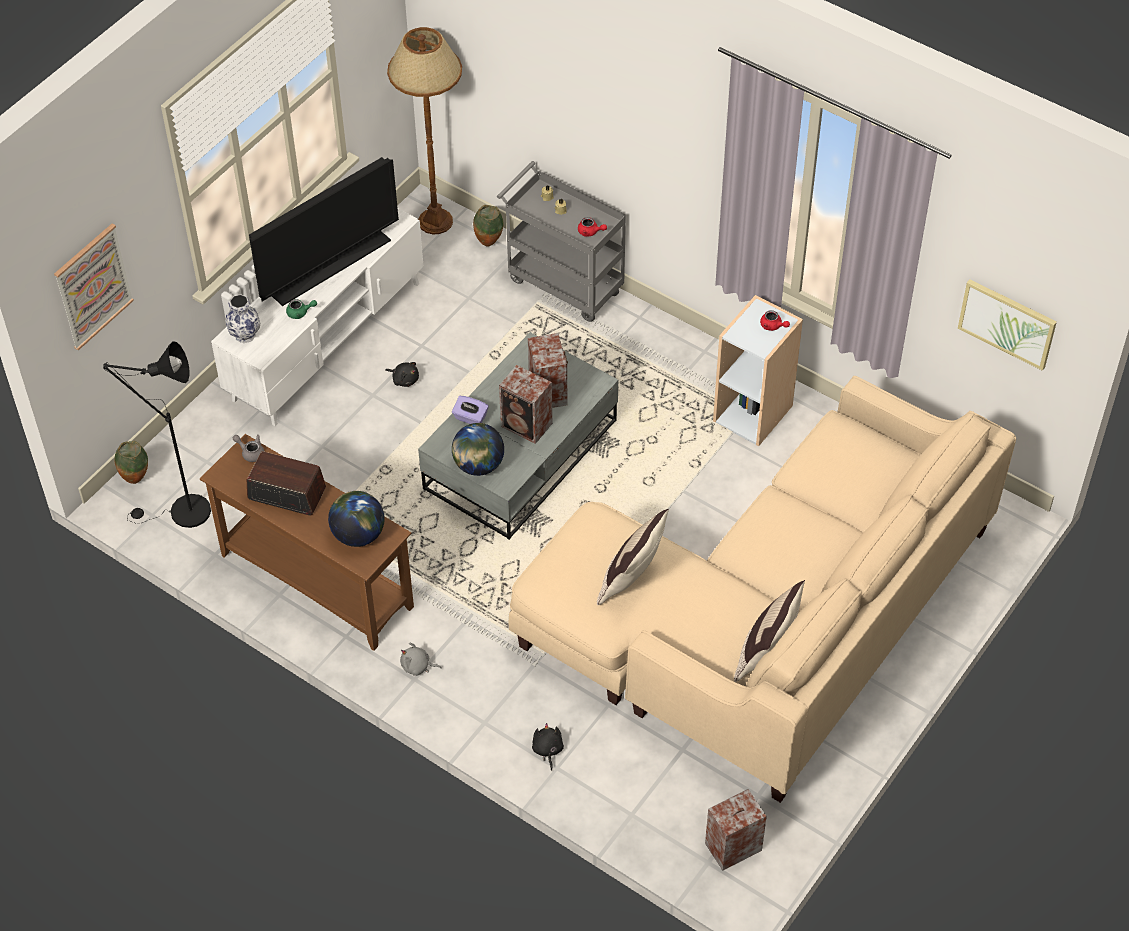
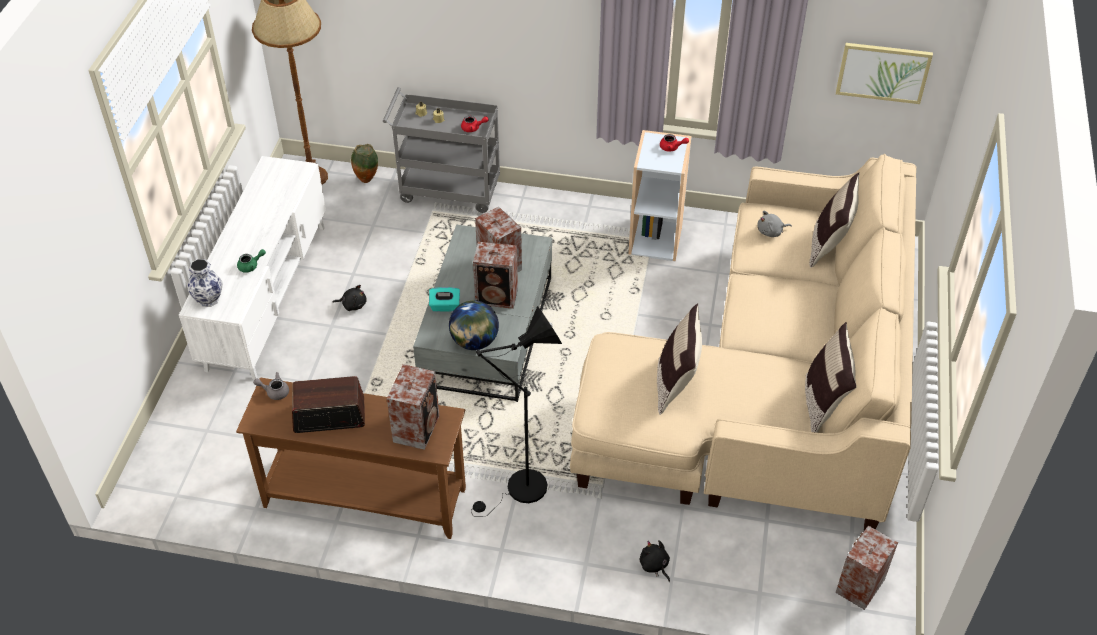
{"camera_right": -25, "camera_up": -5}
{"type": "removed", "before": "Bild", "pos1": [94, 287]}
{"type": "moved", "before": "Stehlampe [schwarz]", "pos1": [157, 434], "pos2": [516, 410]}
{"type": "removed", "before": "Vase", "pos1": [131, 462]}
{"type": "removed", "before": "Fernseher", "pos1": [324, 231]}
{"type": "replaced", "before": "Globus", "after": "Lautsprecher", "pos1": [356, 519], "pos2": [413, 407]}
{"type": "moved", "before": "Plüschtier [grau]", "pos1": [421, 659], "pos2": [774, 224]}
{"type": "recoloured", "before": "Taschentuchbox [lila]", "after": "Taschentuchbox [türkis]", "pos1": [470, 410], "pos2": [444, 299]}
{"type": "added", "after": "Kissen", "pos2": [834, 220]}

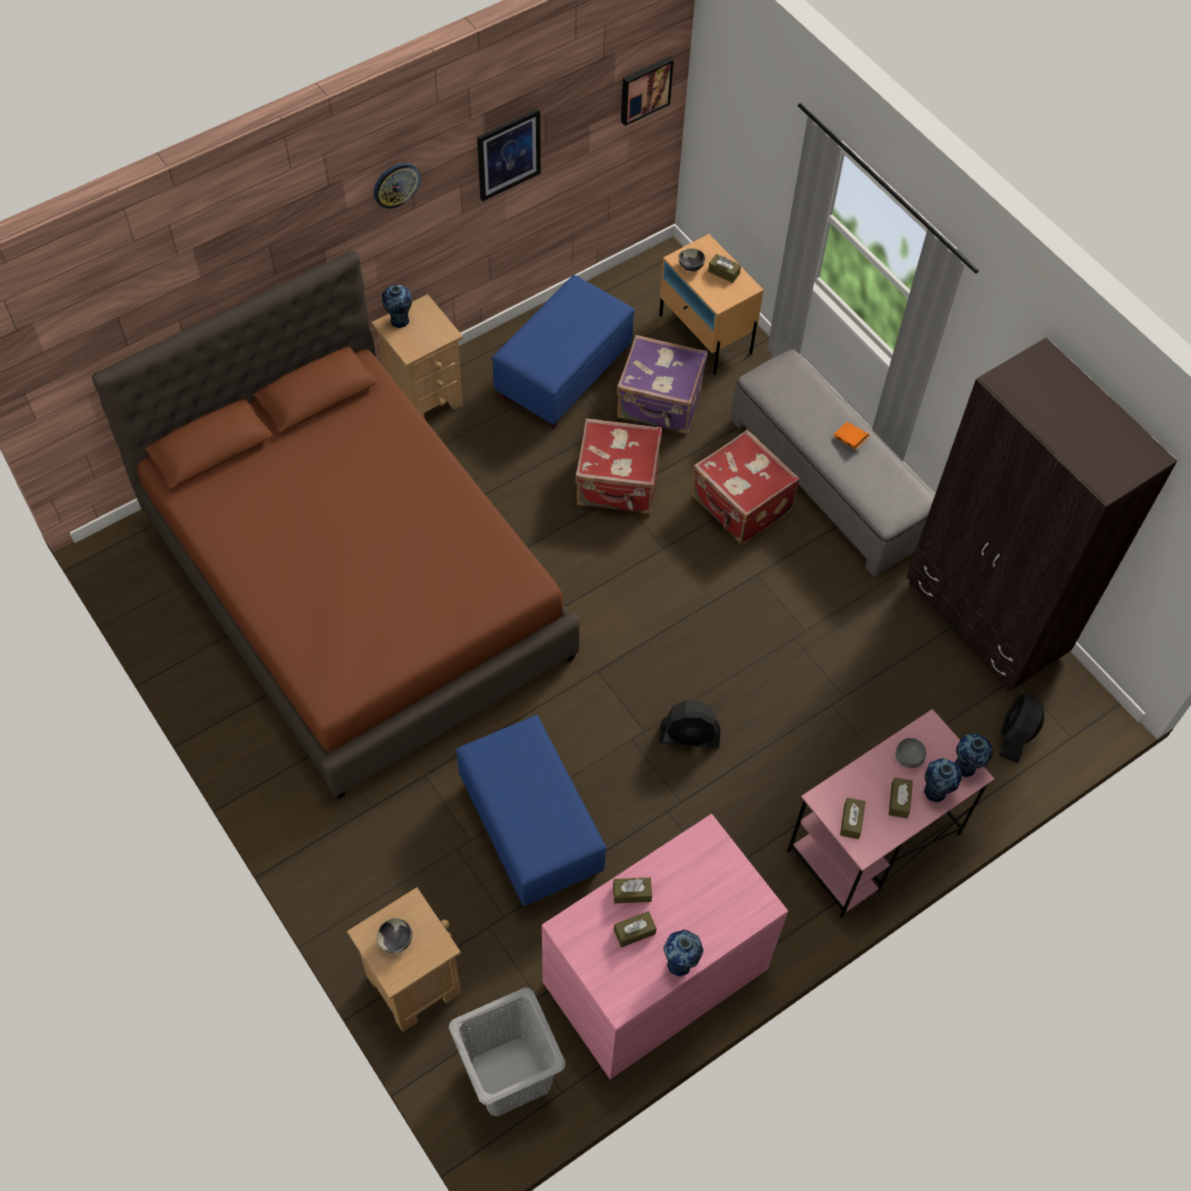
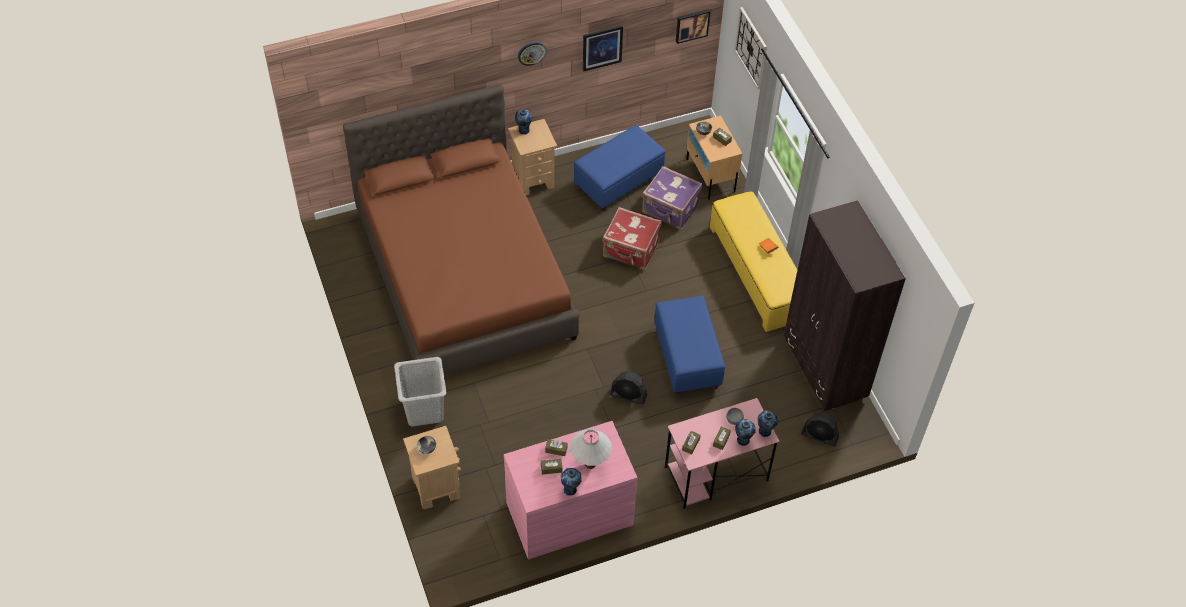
{"camera_right": 15, "camera_up": -5}
{"type": "moved", "before": "Wäschekorb [grau]", "pos1": [507, 1052], "pos2": [420, 392]}
{"type": "moved", "before": "Polsterhocker [blau]", "pos1": [531, 810], "pos2": [690, 345]}
{"type": "removed", "before": "Koffer [rot]", "pos1": [745, 487]}
{"type": "recoloured", "before": "Bank [grau]", "after": "Bank [gelb]", "pos1": [832, 463], "pos2": [753, 262]}
{"type": "turned", "before": "Ventilator [schwarz]", "pos1": [1021, 728], "pos2": [820, 429], "turn": -105}
{"type": "added", "after": "Tischlampe [weiß]", "pos2": [591, 449]}
{"type": "added", "after": "Wanduhr", "pos2": [750, 48]}

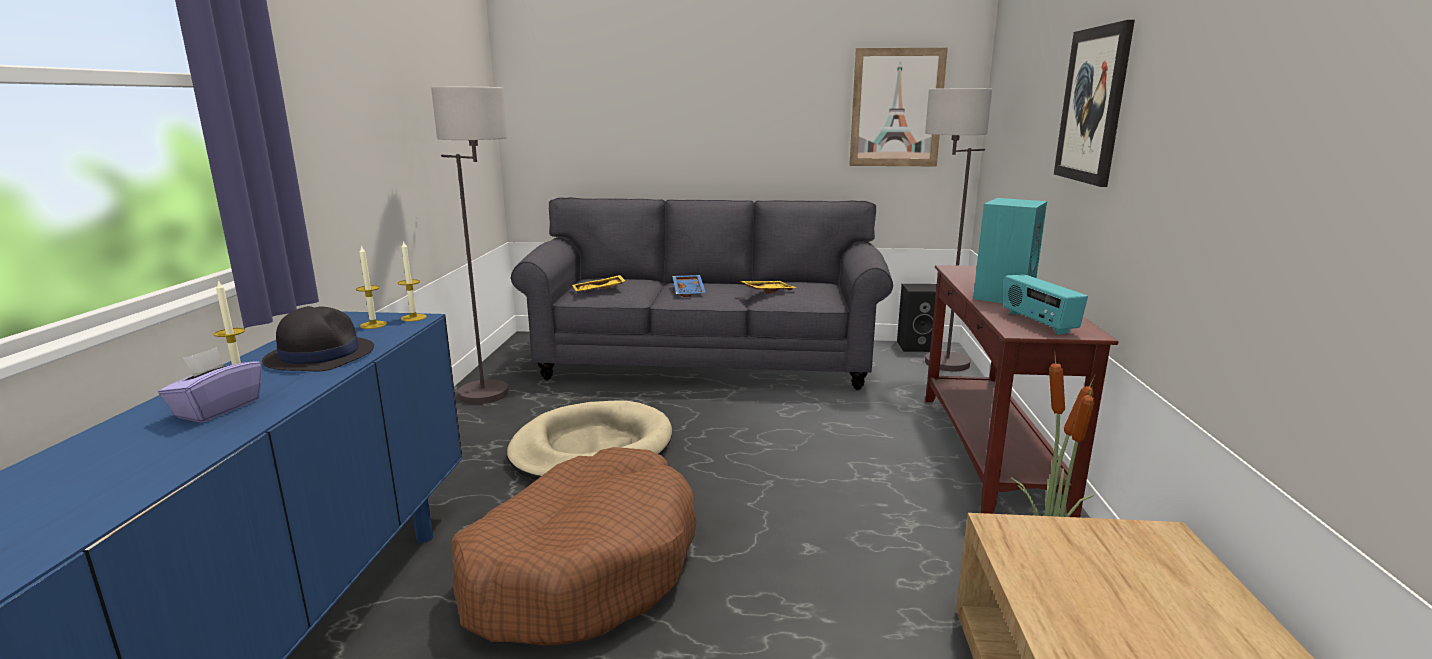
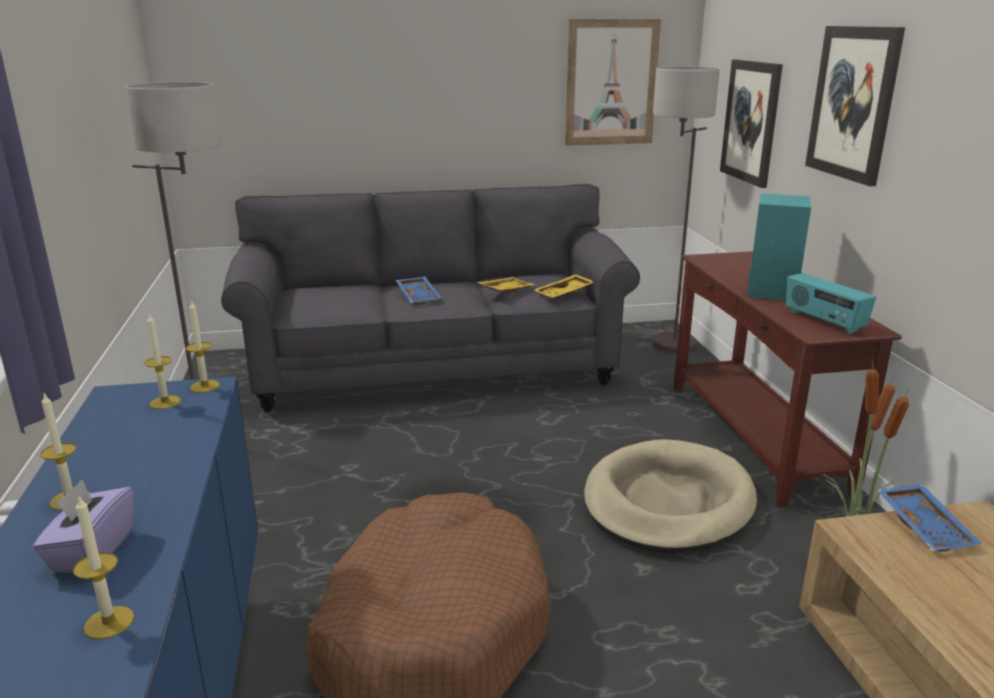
{"camera_right": -15, "camera_up": 5}
{"type": "removed", "before": "Hut [schwarz]", "pos1": [318, 338]}
{"type": "moved", "before": "Hundebett [beige]", "pos1": [589, 440], "pos2": [670, 496]}
{"type": "moved", "before": "Tablett [gelb]", "pos1": [598, 283], "pos2": [564, 286]}
{"type": "removed", "before": "Lautsprecher [schwarz]", "pos1": [917, 318]}
{"type": "added", "after": "Kerze", "pos2": [103, 567]}
{"type": "added", "after": "Bild", "pos2": [751, 124]}
{"type": "added", "after": "Tablett [blau]", "pos2": [930, 518]}

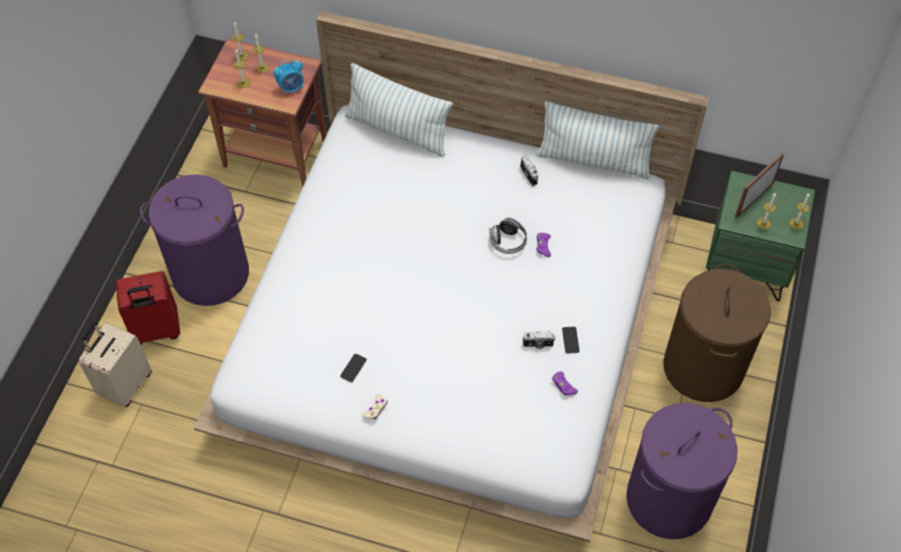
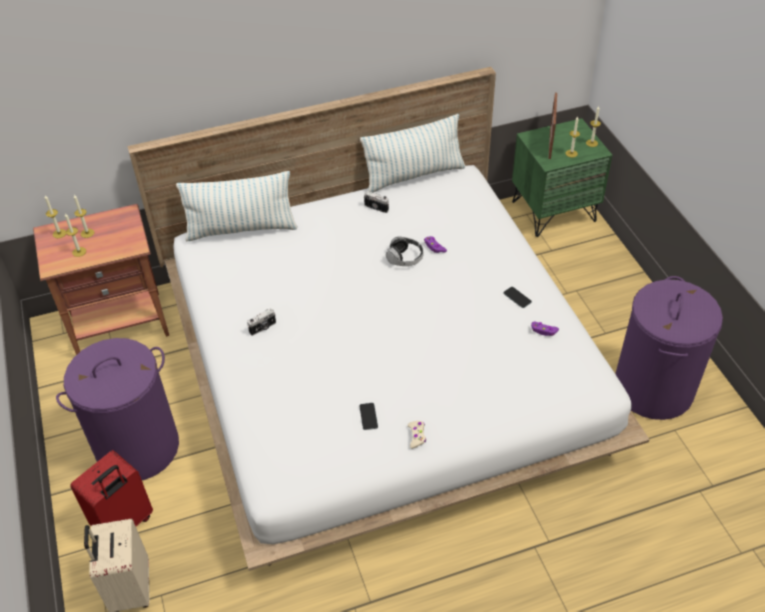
{"camera_right": -35, "camera_up": -10}
{"type": "removed", "before": "Wecker", "pos1": [288, 77]}
{"type": "moved", "before": "Kamera", "pos1": [538, 340], "pos2": [261, 322]}
{"type": "removed", "before": "Wäschekorb [braun]", "pos1": [717, 332]}

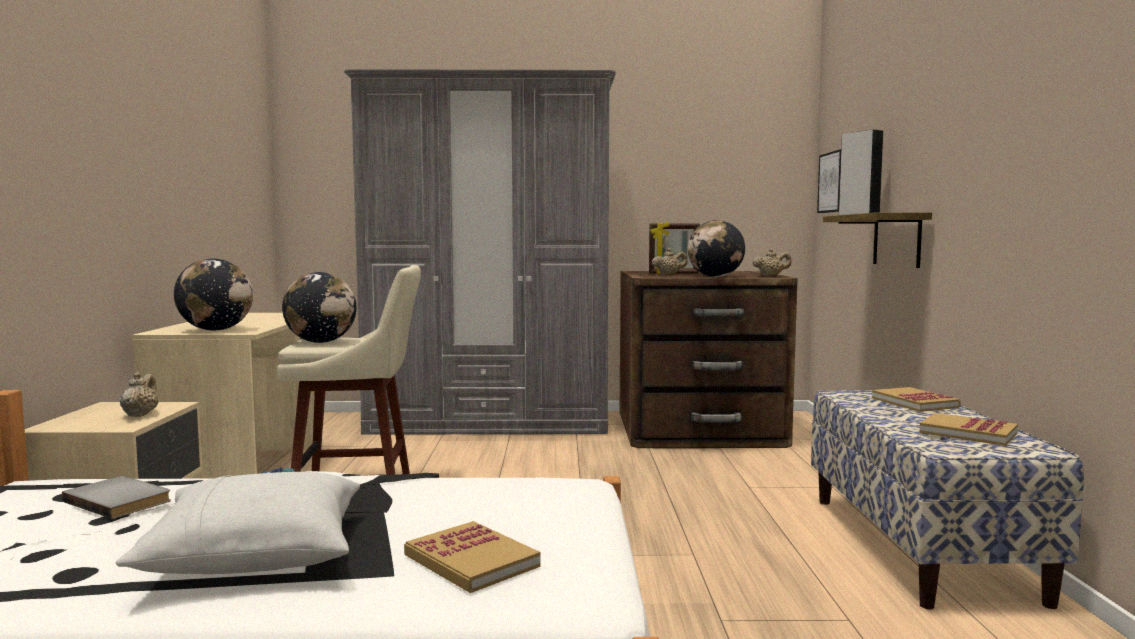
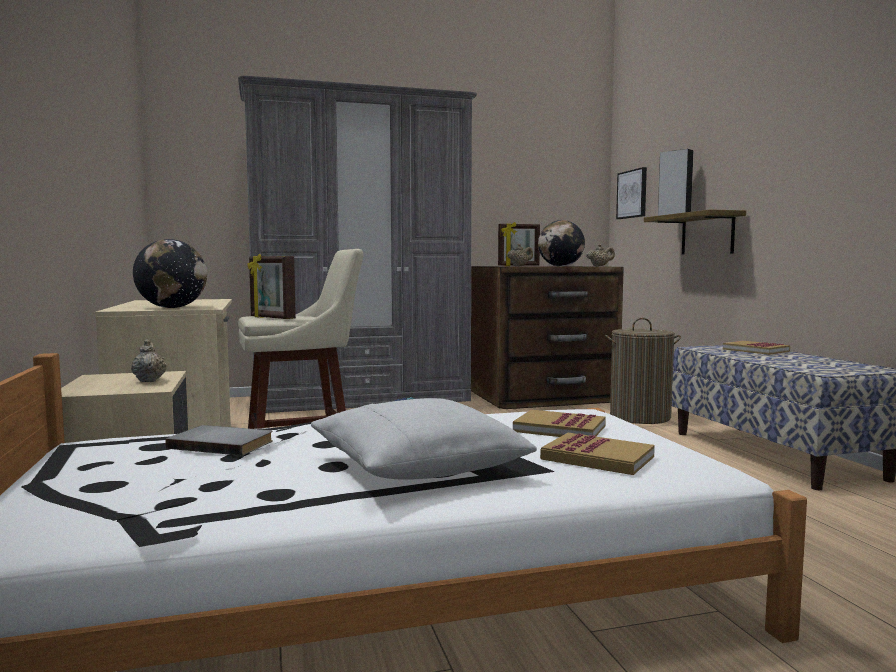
{"camera_right": -15, "camera_up": 0}
{"type": "replaced", "before": "Globus", "after": "Bilderrahmen", "pos1": [319, 307], "pos2": [271, 286]}
{"type": "moved", "before": "Buch", "pos1": [969, 429], "pos2": [559, 423]}
{"type": "added", "after": "Wäschekorb", "pos2": [643, 371]}

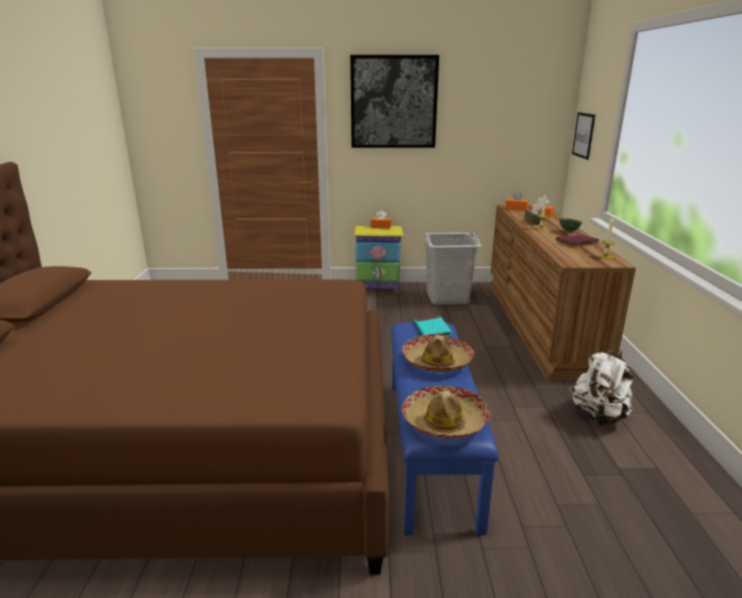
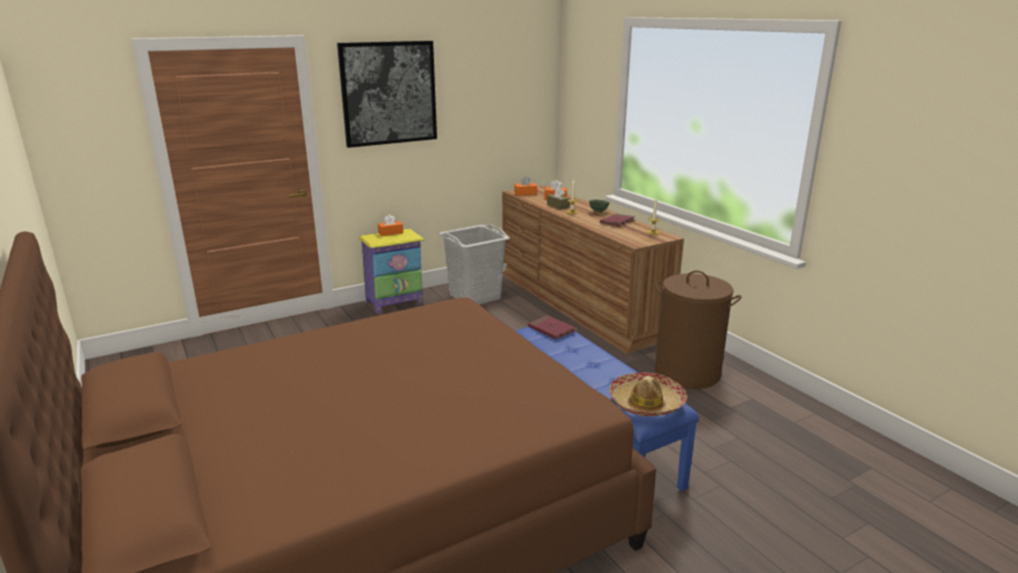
{"camera_right": -30, "camera_up": 0}
{"type": "removed", "before": "Hut", "pos1": [438, 353]}
{"type": "recoloured", "before": "Buch [türkis]", "after": "Buch [rot]", "pos1": [433, 325], "pos2": [551, 327]}
{"type": "removed", "before": "Bild", "pos1": [583, 136]}
{"type": "replaced", "before": "Rucksack [weiß]", "after": "Wäschekorb [braun]", "pos1": [602, 387], "pos2": [698, 330]}

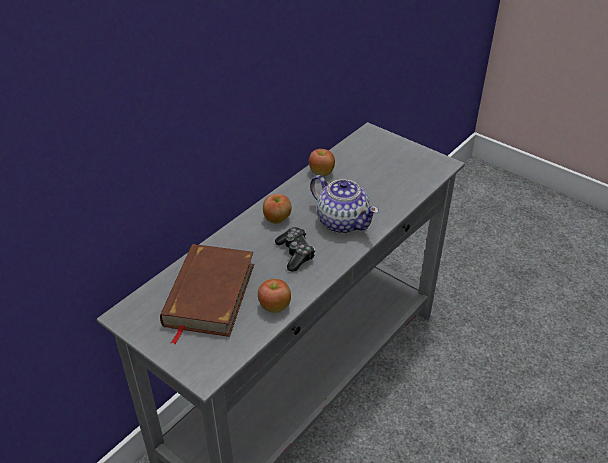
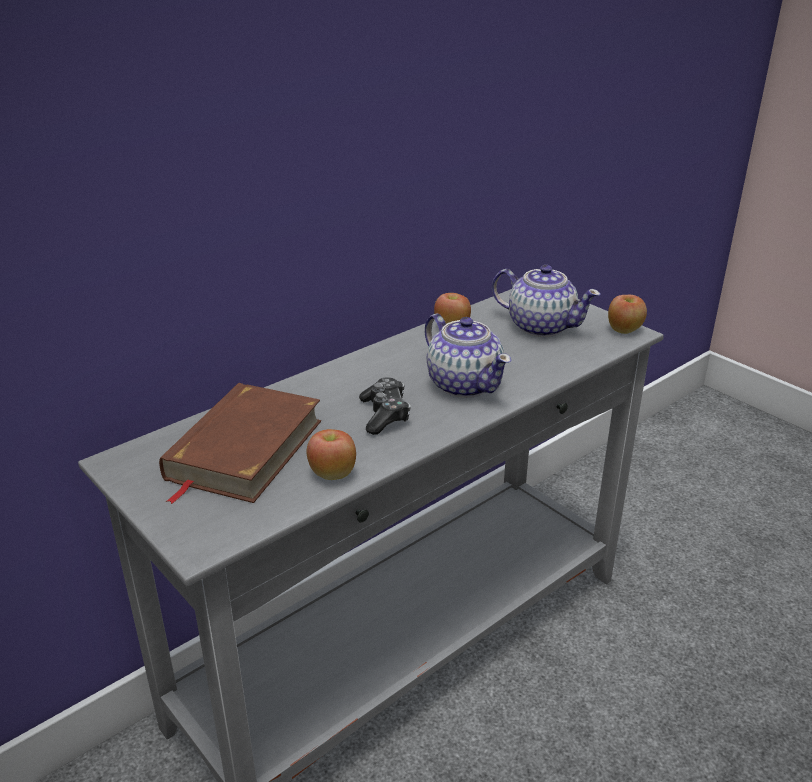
{"camera_right": 10, "camera_up": -10}
{"type": "moved", "before": "Apfel", "pos1": [277, 209], "pos2": [627, 314]}
{"type": "added", "after": "Teekanne", "pos2": [546, 301]}

